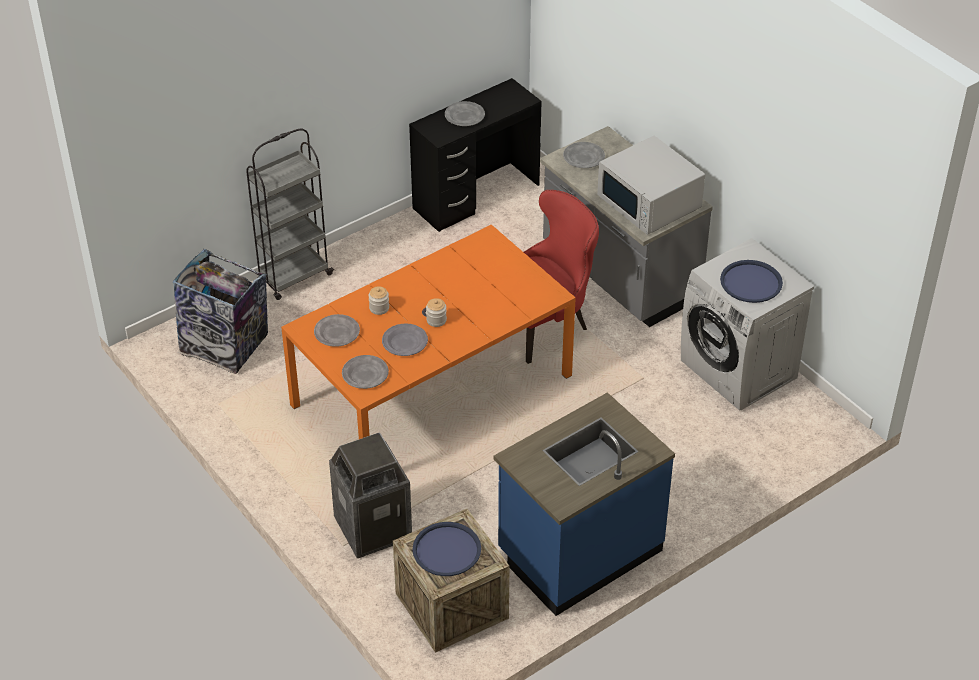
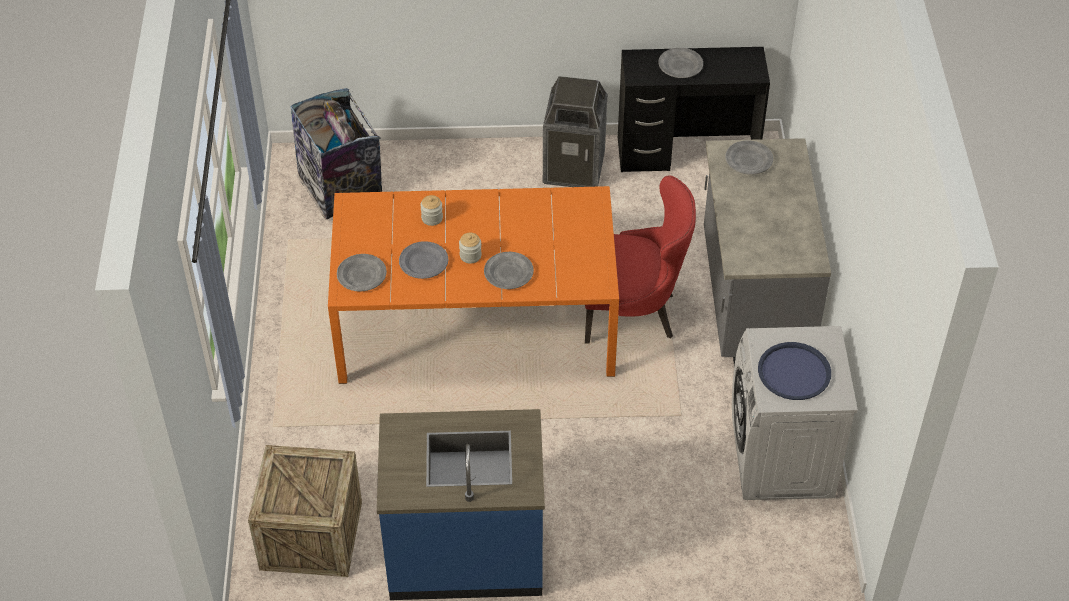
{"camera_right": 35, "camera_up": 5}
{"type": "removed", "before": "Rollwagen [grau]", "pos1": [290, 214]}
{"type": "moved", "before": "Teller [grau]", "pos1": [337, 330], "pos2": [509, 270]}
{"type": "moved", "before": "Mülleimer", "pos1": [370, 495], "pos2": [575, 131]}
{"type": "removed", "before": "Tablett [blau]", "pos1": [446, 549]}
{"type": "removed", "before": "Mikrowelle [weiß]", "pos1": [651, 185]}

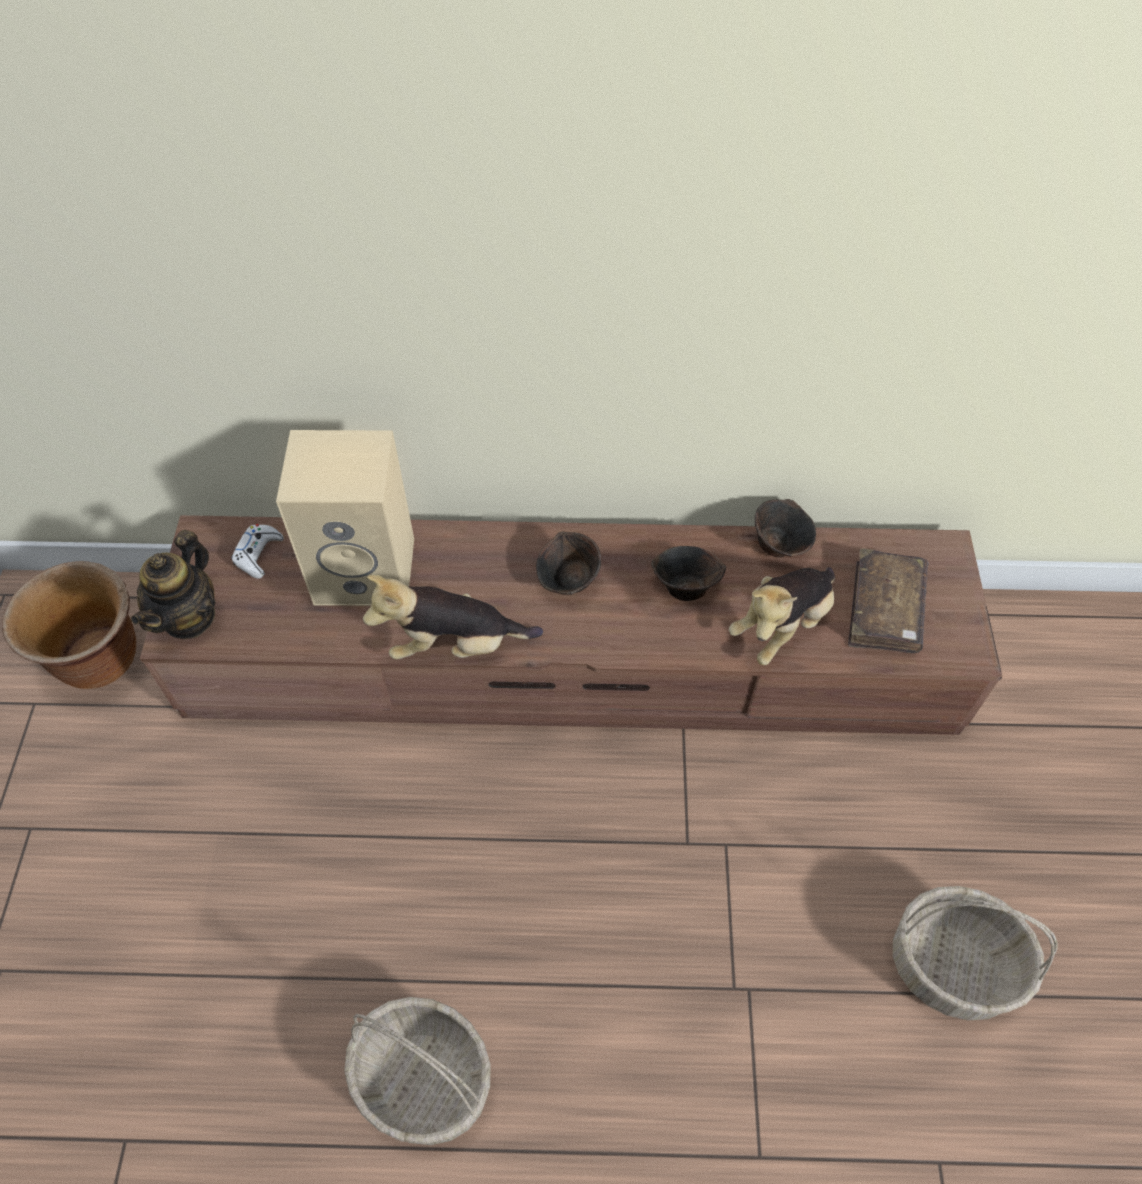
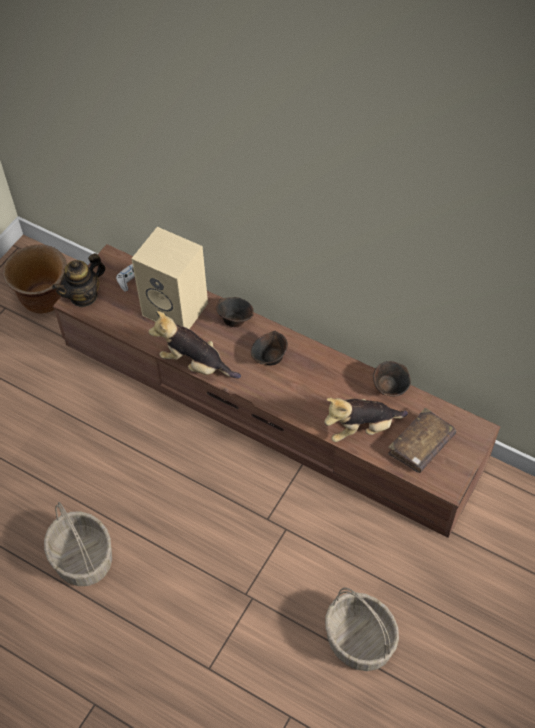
{"camera_right": 30, "camera_up": 0}
{"type": "moved", "before": "Schüssel [braun]", "pos1": [688, 573], "pos2": [235, 312]}

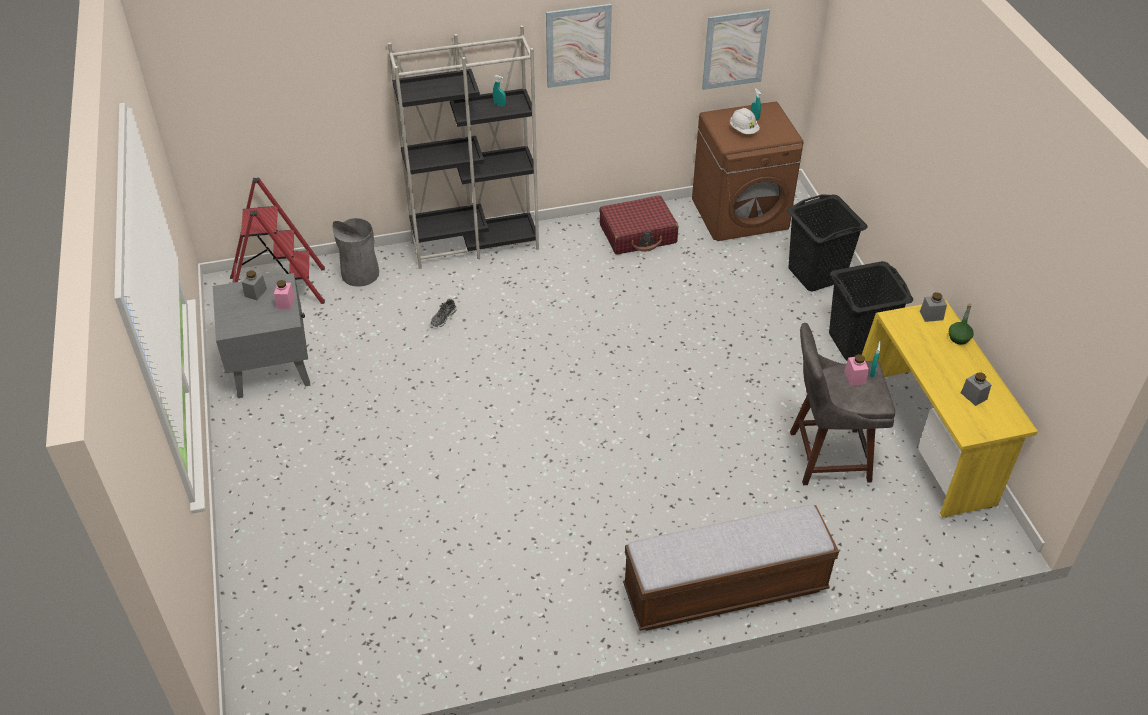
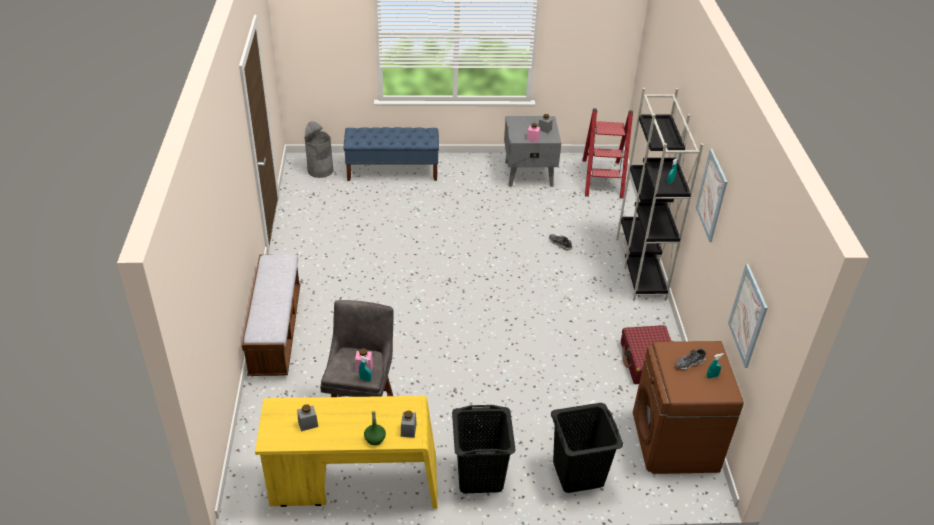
{"camera_right": 100, "camera_up": -5}
{"type": "moved", "before": "Mülleimer [grau]", "pos1": [356, 252], "pos2": [318, 149]}
{"type": "replaced", "before": "Schutzhelm [weiß]", "after": "Schuh", "pos1": [745, 121], "pos2": [690, 359]}
{"type": "added", "after": "Bank [blau]", "pos2": [391, 154]}

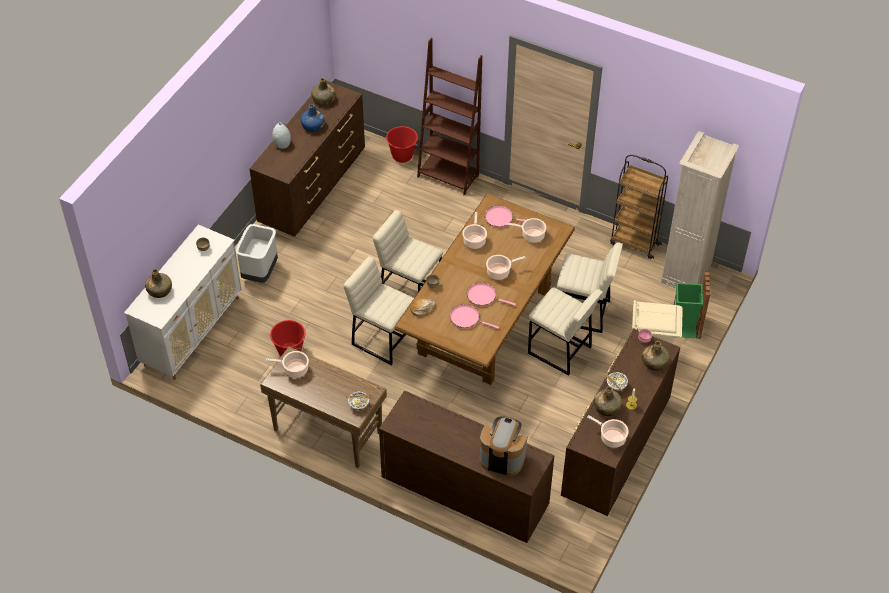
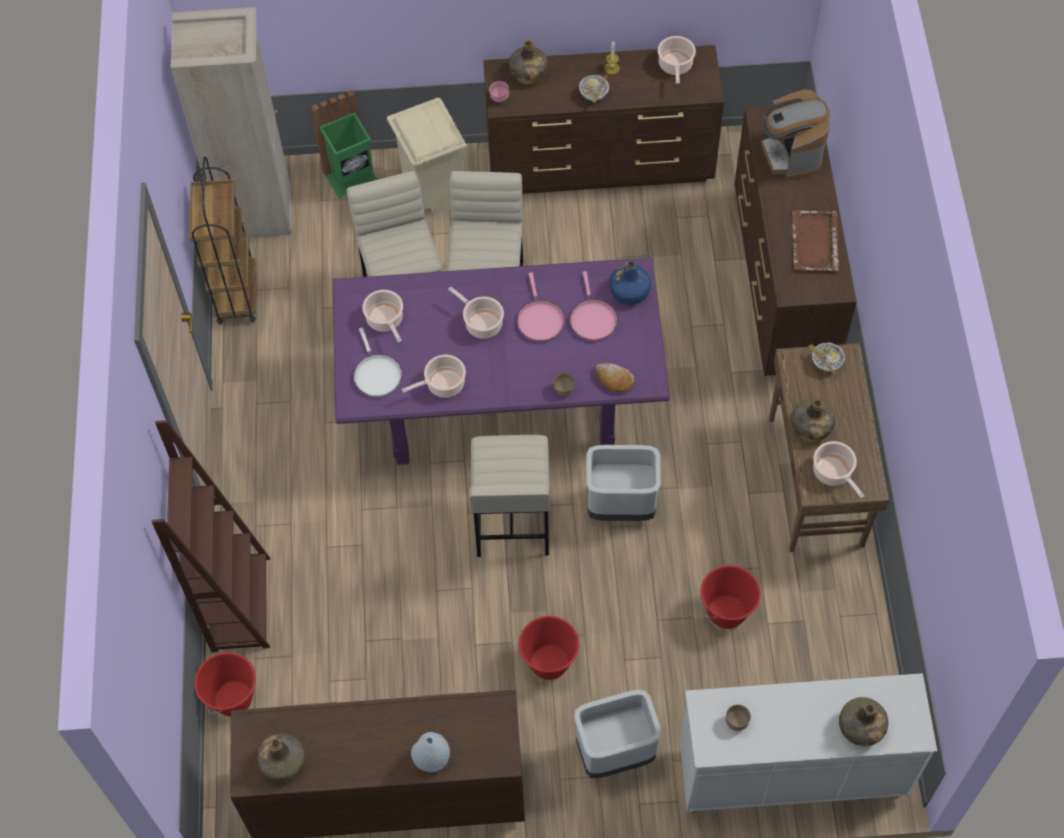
{"camera_right": -120, "camera_up": 10}
{"type": "moved", "before": "Flasche [blau]", "pos1": [313, 118], "pos2": [630, 282]}
{"type": "replaced", "before": "Stuhl [beige]", "after": "Mülleimer [grau]", "pos1": [378, 310], "pos2": [623, 483]}
{"type": "recoloured", "before": "Esstisch [braun]", "after": "Esstisch [lila]", "pos1": [485, 289], "pos2": [501, 361]}
{"type": "recoloured", "before": "Pfanne [rosa]", "after": "Pfanne [weiß]", "pos1": [505, 216], "pos2": [378, 362]}
{"type": "moved", "before": "Flasche [grün]", "pos1": [608, 401], "pos2": [813, 420]}
{"type": "added", "after": "Eimer [rot]", "pos2": [549, 648]}
{"type": "added", "after": "Tablett [braun]", "pos2": [815, 240]}

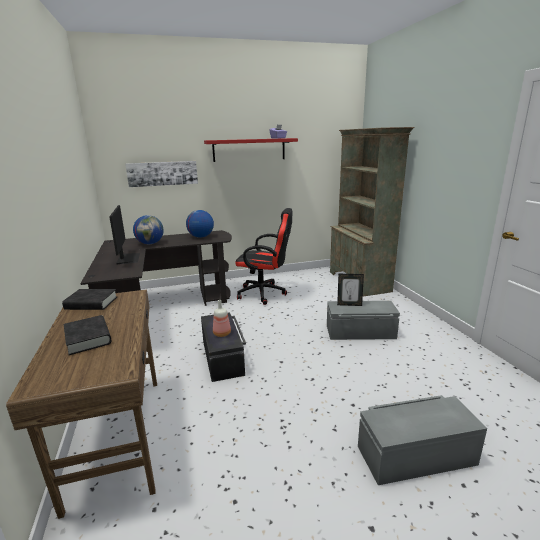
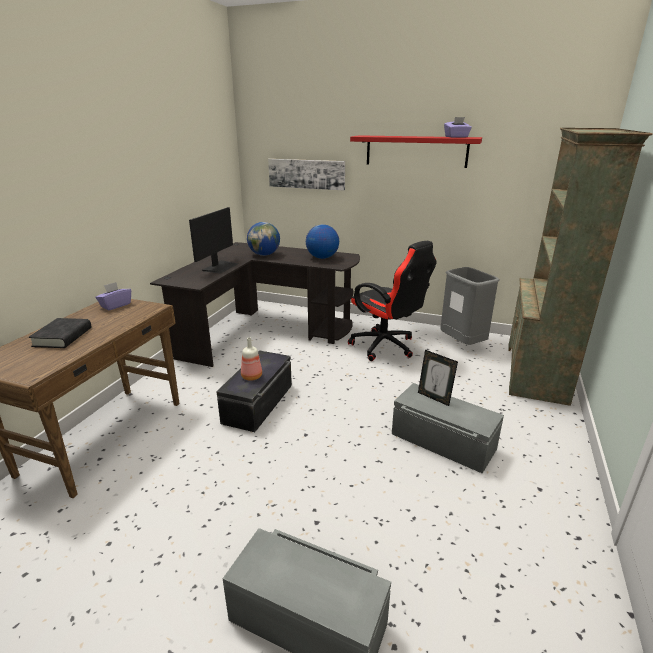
{"camera_right": 35, "camera_up": 5}
{"type": "replaced", "before": "Buch [schwarz]", "after": "Taschentuchbox [lila]", "pos1": [89, 299], "pos2": [113, 296]}
{"type": "added", "after": "Mülleimer [grau]", "pos2": [470, 306]}

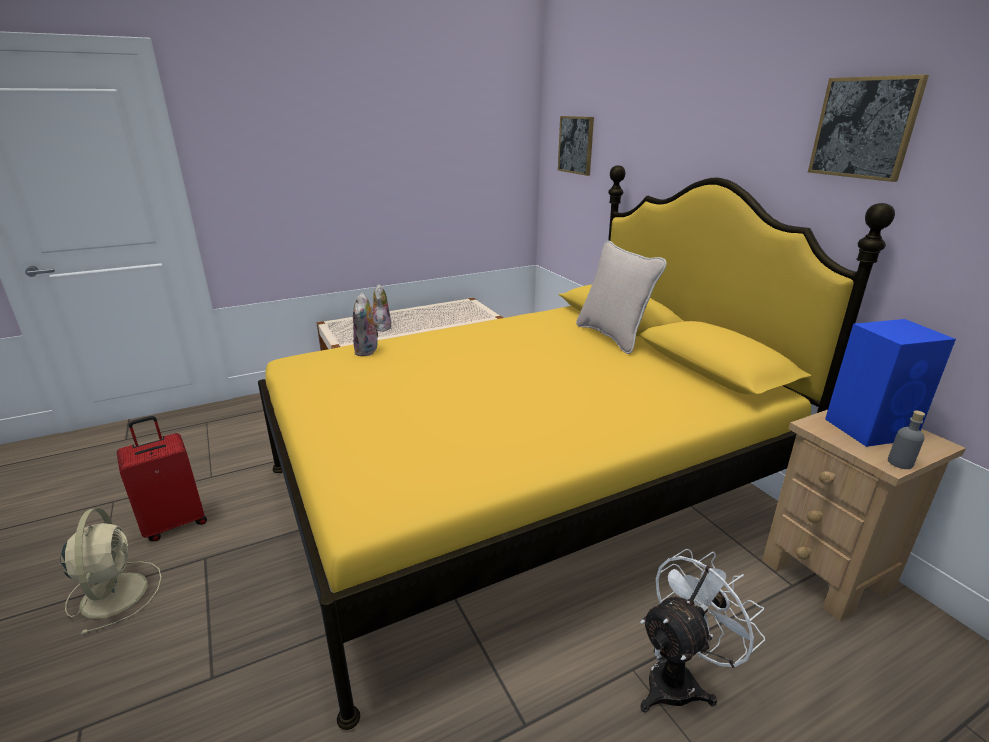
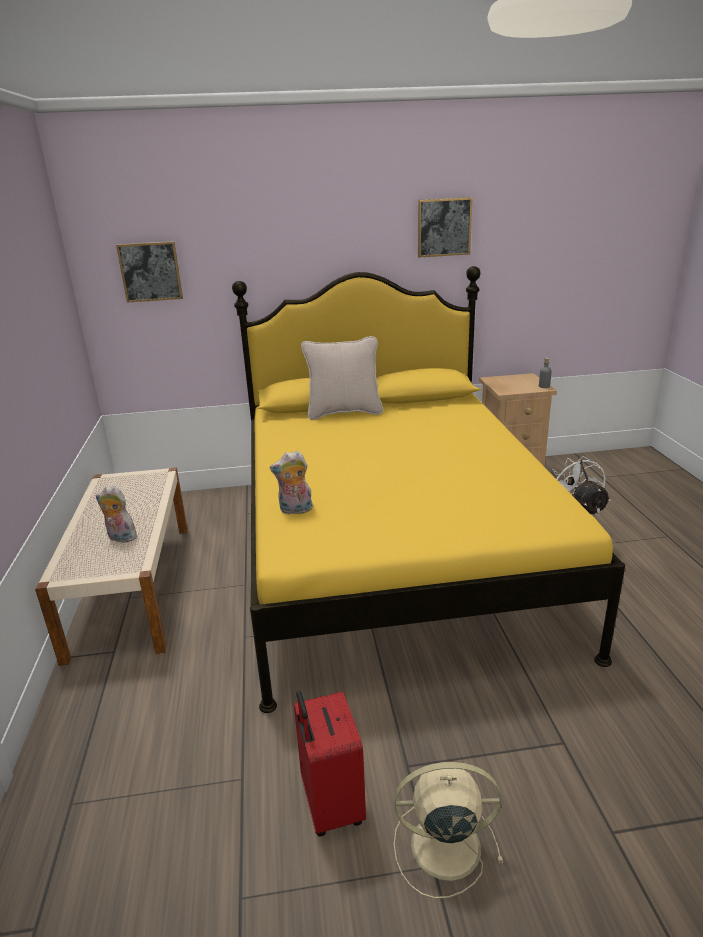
{"camera_right": -70, "camera_up": 0}
{"type": "turned", "before": "Plüschtier", "pos1": [366, 324], "pos2": [291, 483], "turn": 150}
{"type": "removed", "before": "Lautsprecher [blau]", "pos1": [890, 383]}

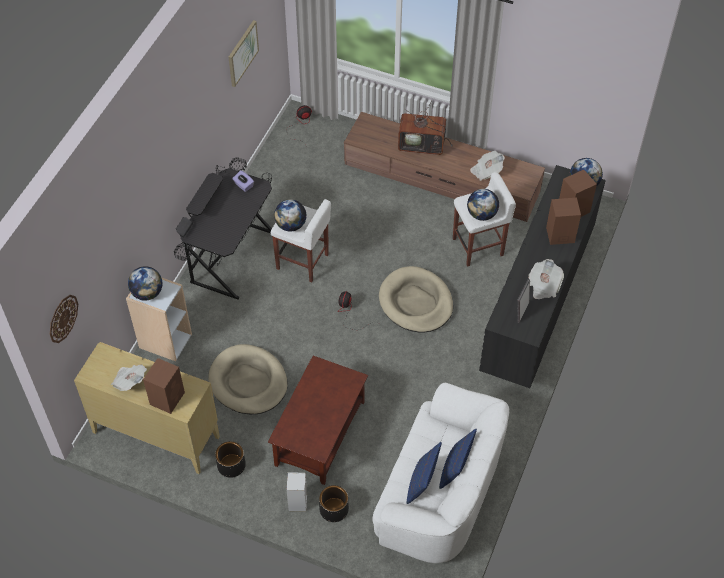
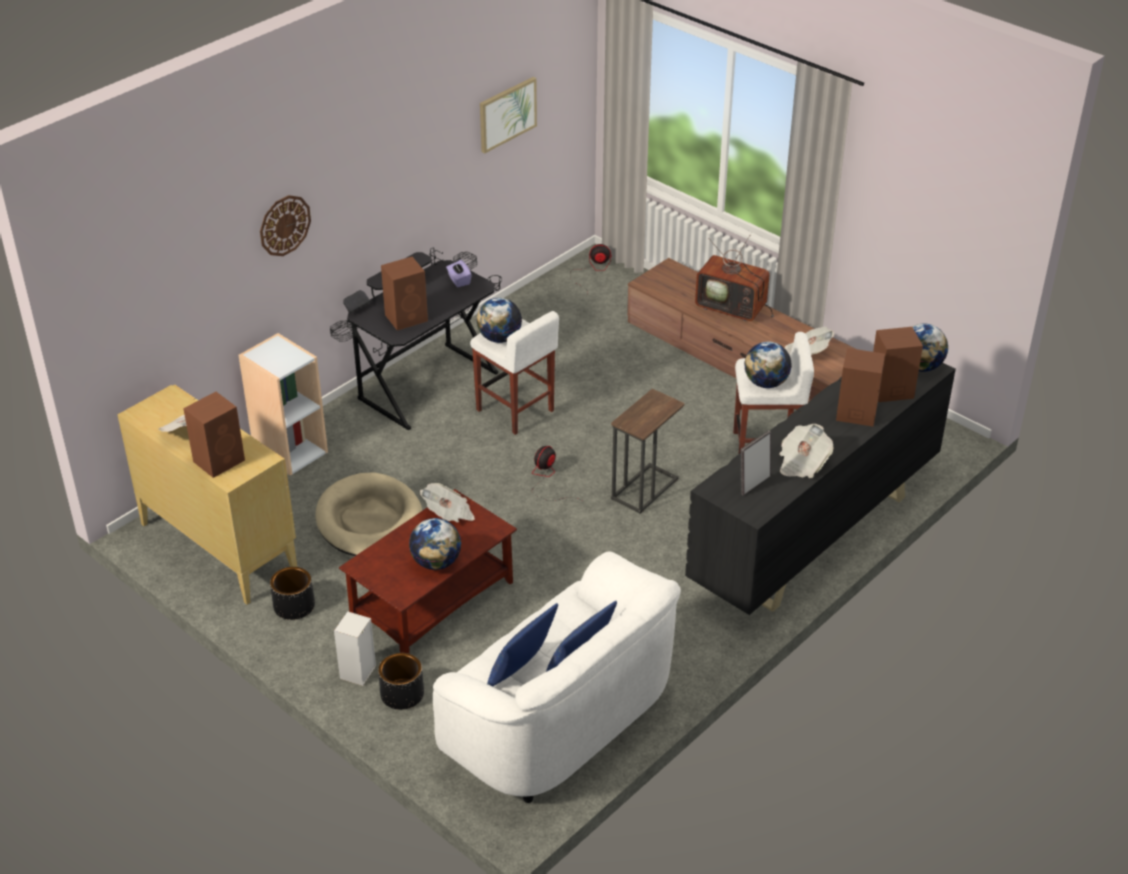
{"camera_right": 20, "camera_up": -15}
{"type": "moved", "before": "Wanduhr", "pos1": [64, 319], "pos2": [285, 225]}
{"type": "moved", "before": "Globus", "pos1": [145, 283], "pos2": [435, 544]}
{"type": "replaced", "before": "Hundebett [beige]", "after": "Beistelltisch [braun]", "pos1": [416, 299], "pos2": [647, 451]}
{"type": "added", "after": "Lautsprecher [braun]", "pos2": [404, 293]}
{"type": "added", "after": "Zeitung", "pos2": [447, 502]}

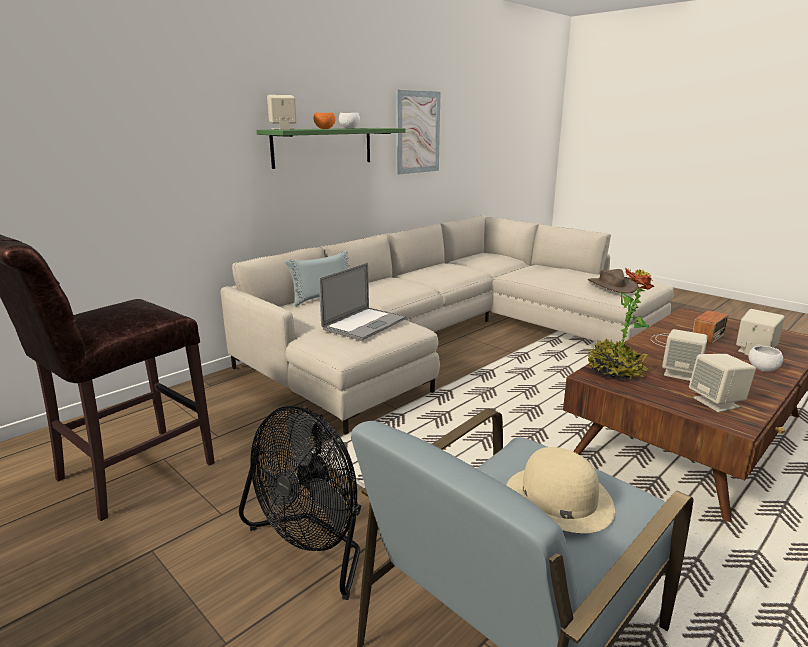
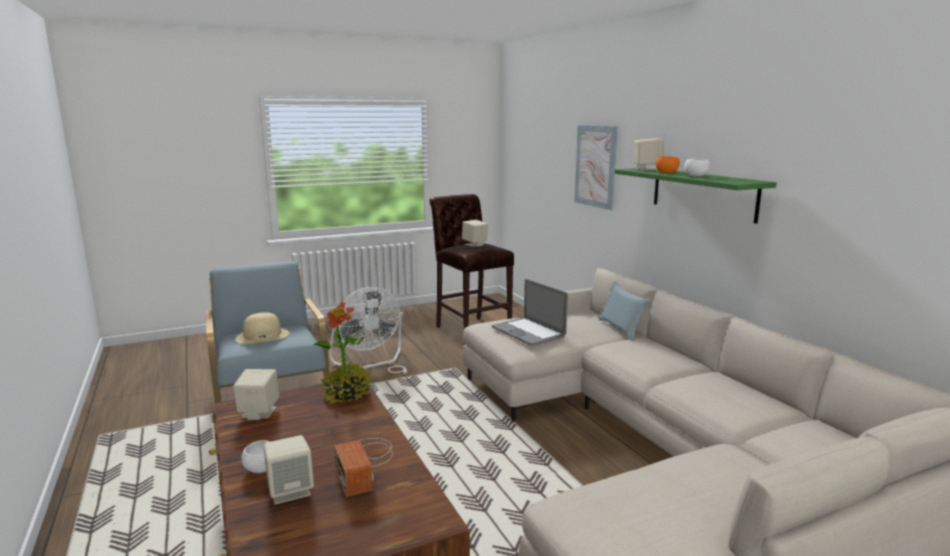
{"camera_right": 110, "camera_up": -5}
{"type": "recoloured", "before": "Ventilator [schwarz]", "after": "Ventilator [weiß]", "pos1": [300, 503], "pos2": [368, 330]}
{"type": "moved", "before": "Bild", "pos1": [418, 132], "pos2": [596, 167]}
{"type": "removed", "before": "Hut [braun]", "pos1": [613, 281]}
{"type": "moved", "before": "Lautsprecher [beige]", "pos1": [684, 355], "pos2": [475, 233]}

